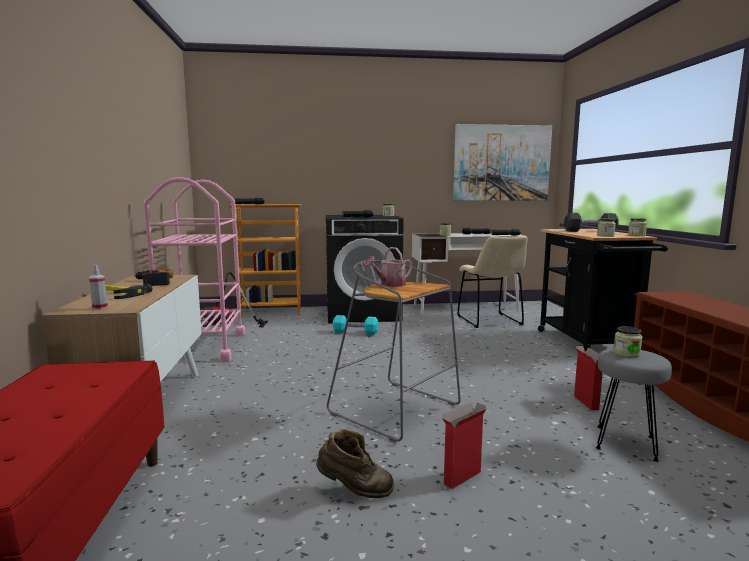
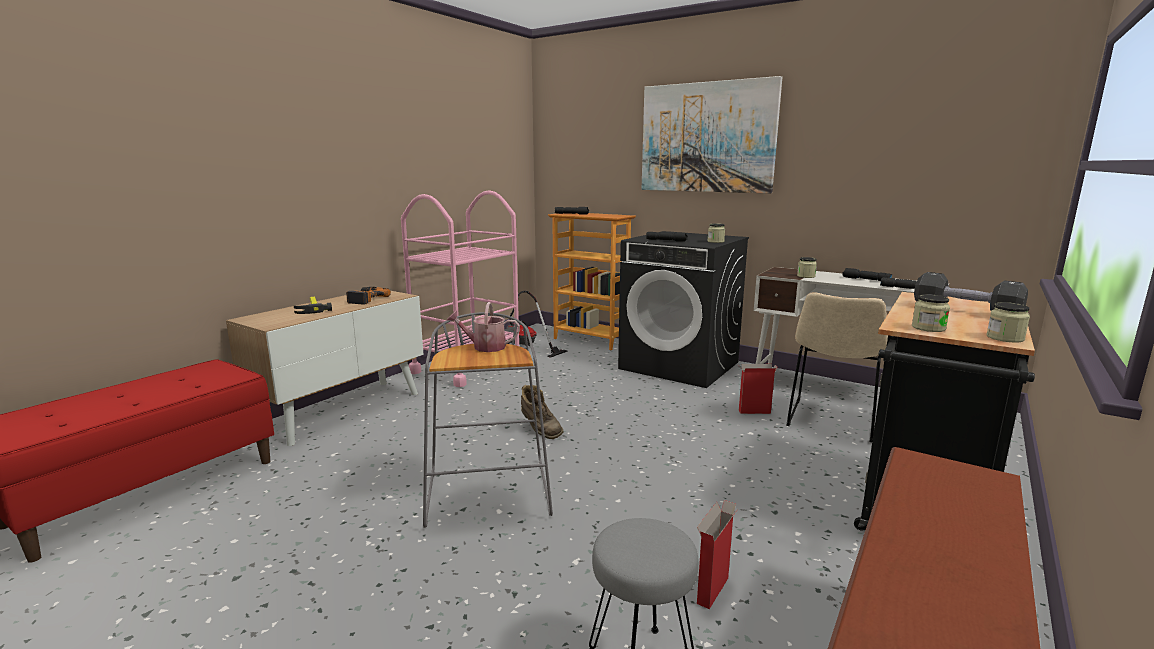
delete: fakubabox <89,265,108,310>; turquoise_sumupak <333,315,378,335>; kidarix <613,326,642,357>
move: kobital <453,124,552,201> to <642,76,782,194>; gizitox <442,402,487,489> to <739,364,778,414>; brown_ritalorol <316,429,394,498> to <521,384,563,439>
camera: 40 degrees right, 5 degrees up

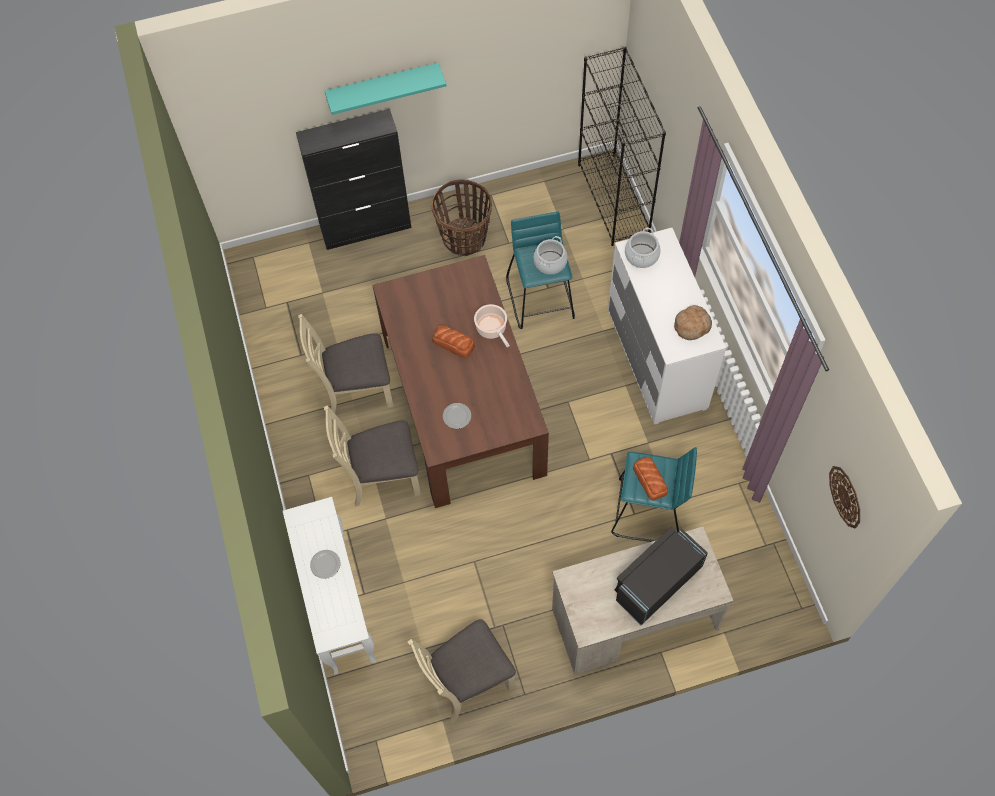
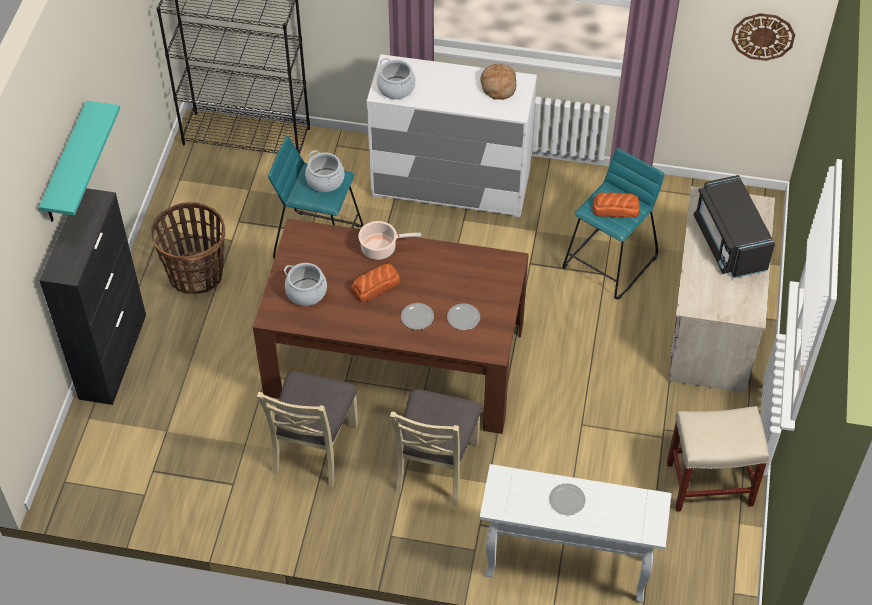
insert: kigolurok <284,263,327,306>; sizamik <401,303,434,330>
replace: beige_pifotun <408,619,516,723> to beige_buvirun <667,406,769,512>
camera: 65 degrees left, 10 degrees down

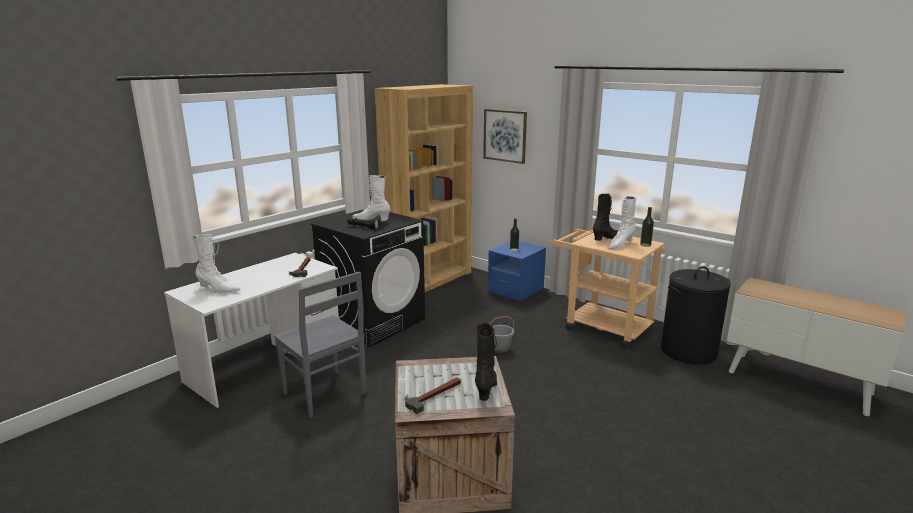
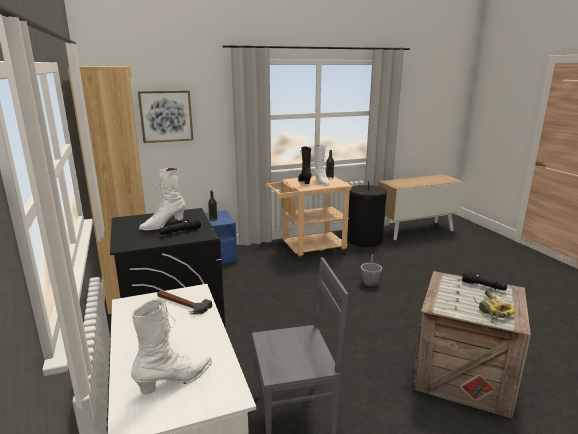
move: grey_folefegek <490,316,514,353> to <361,254,382,287>
replace: black_ritalorol <475,322,497,401> to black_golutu <462,270,507,291>; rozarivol <405,377,461,414> to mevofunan <474,290,516,319>
camera: 60 degrees left, 0 degrees up

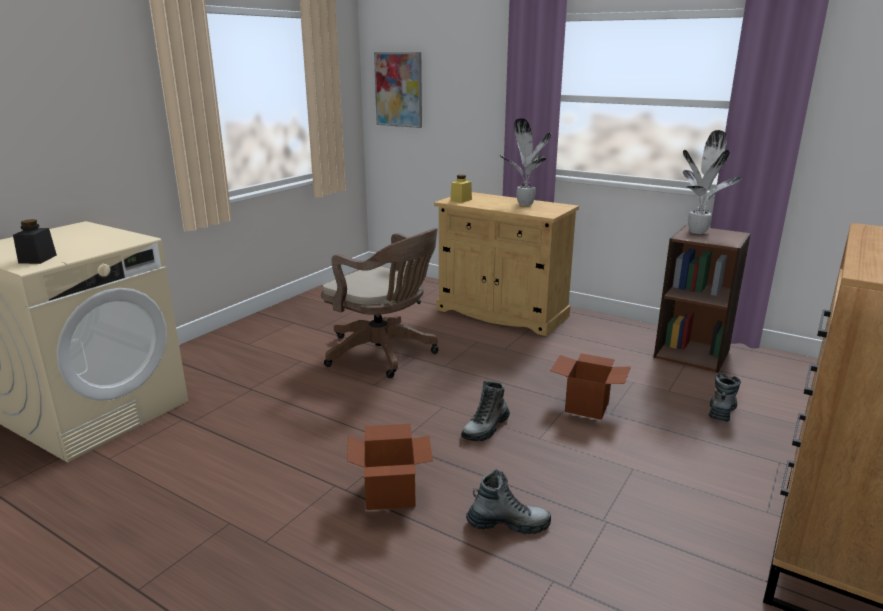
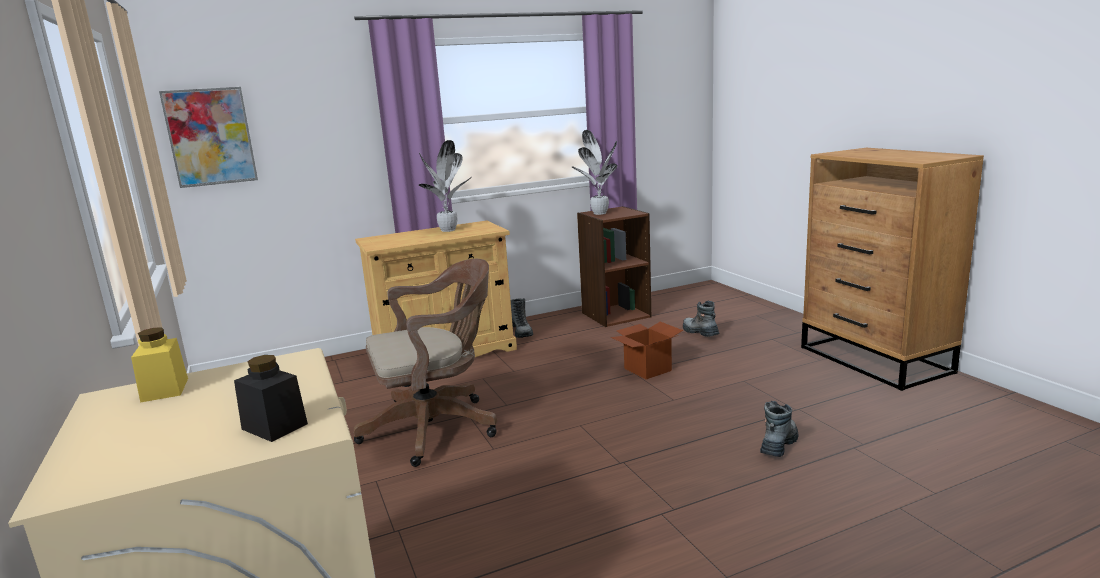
delete: gizitox <347,424,433,510>
move: yellow_kidarix <450,175,472,203> to <131,327,188,403>; ritalorol <461,381,510,441> to <511,298,533,338>
camera: 55 degrees left, 5 degrees down

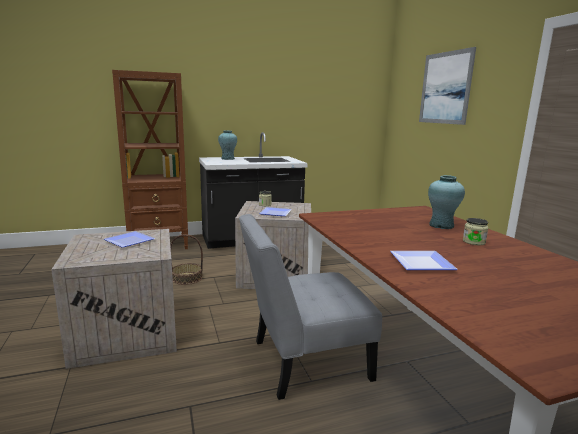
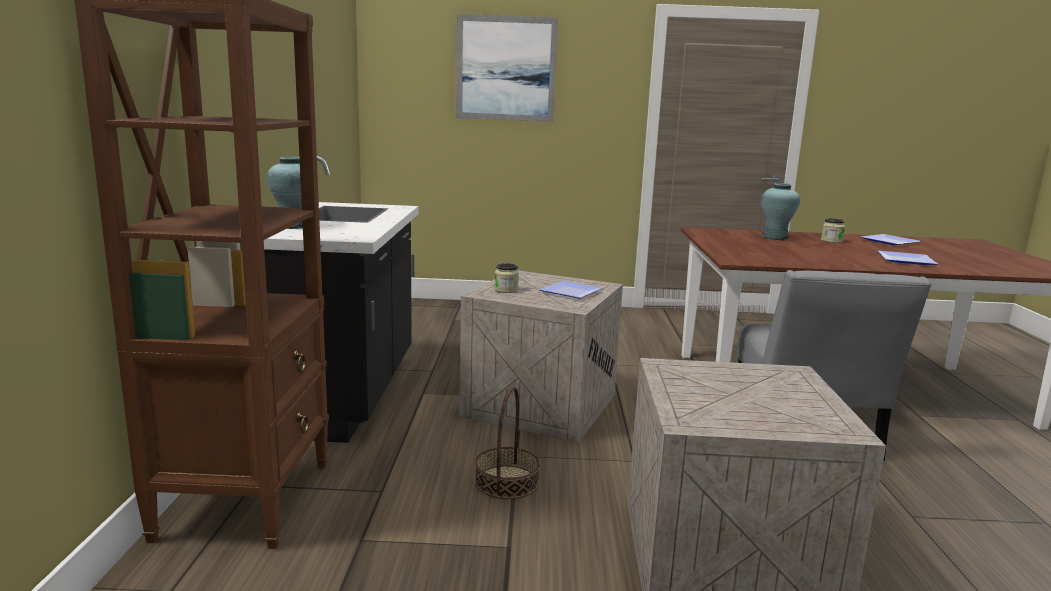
move: sizamik <104,231,155,248> to <861,234,921,245>
camera: 70 degrees left, 0 degrees up

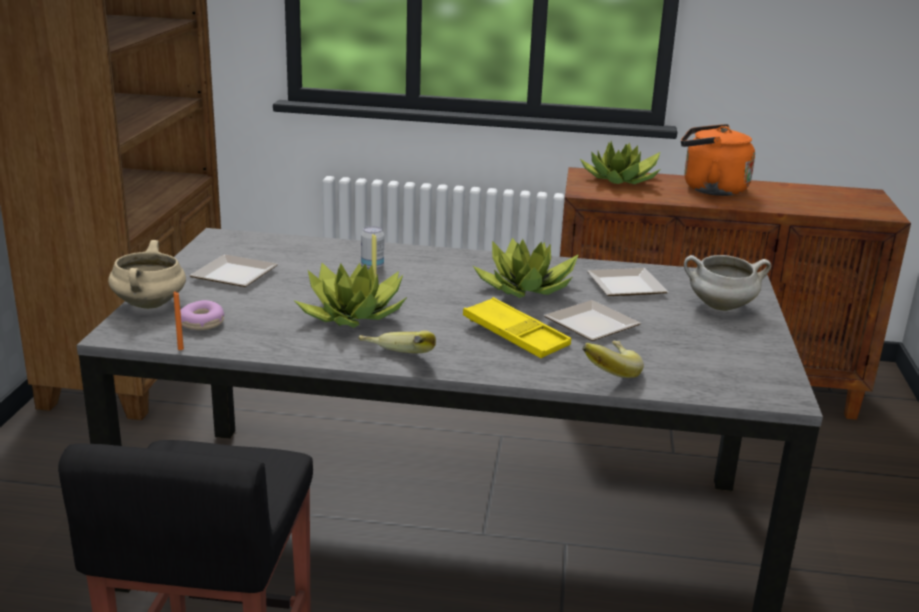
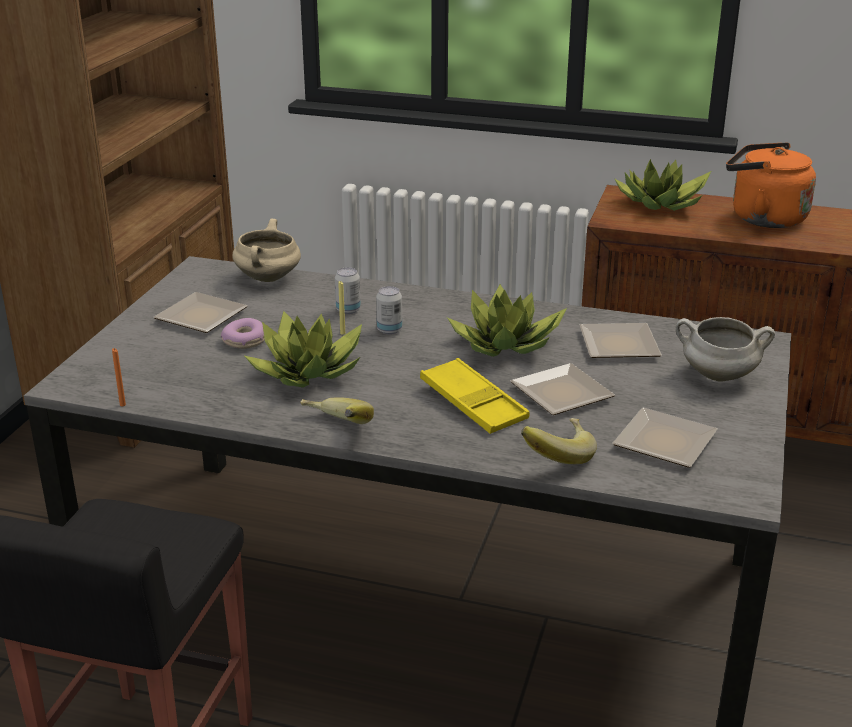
insert: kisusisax <376,286,402,335>; sizamik <612,408,717,468>
move: beige_kigolurok <108,240,186,309> to <232,219,301,282>; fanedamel <180,300,224,330> to <221,318,265,349>
camera: 10 degrees right, 5 degrees up

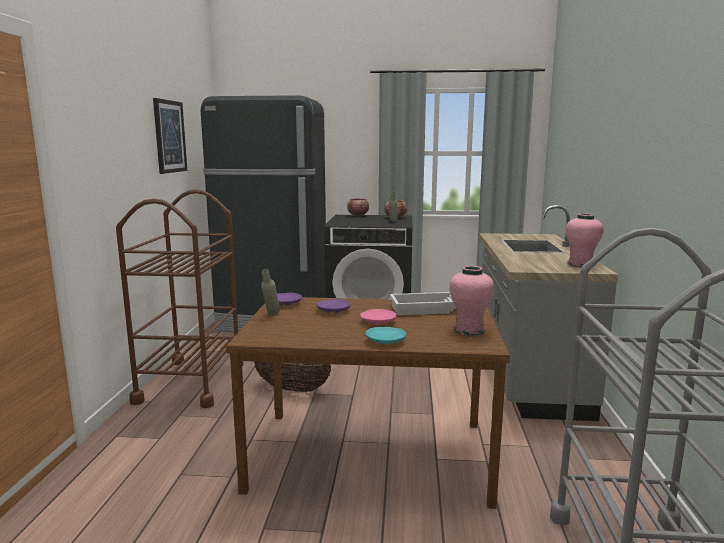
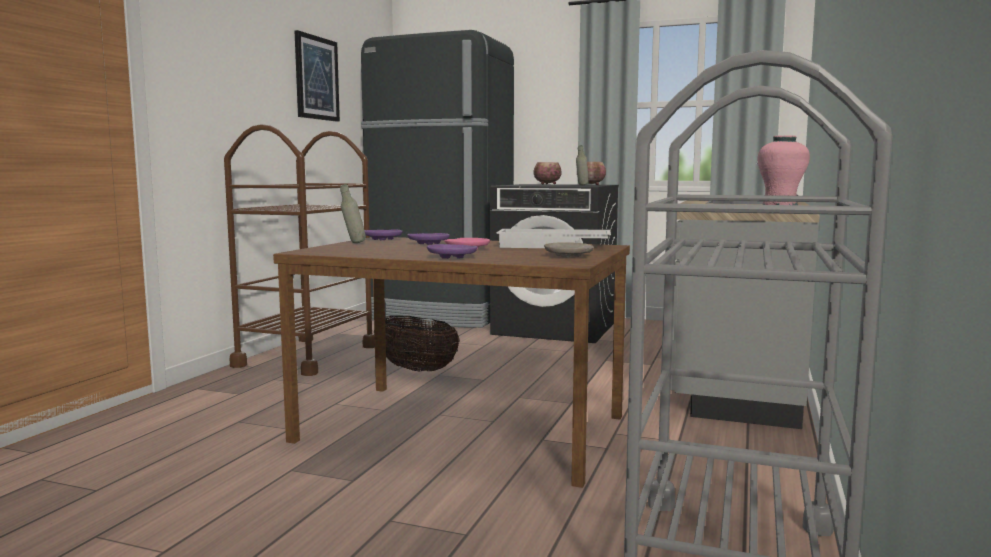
replace: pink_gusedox <449,266,494,336> to beige_sizamik <544,242,594,258>
recolor: turquoise_sizamik <365,327,406,345> to purple_sizamik <427,244,477,259>
camera: 15 degrees right, 5 degrees down

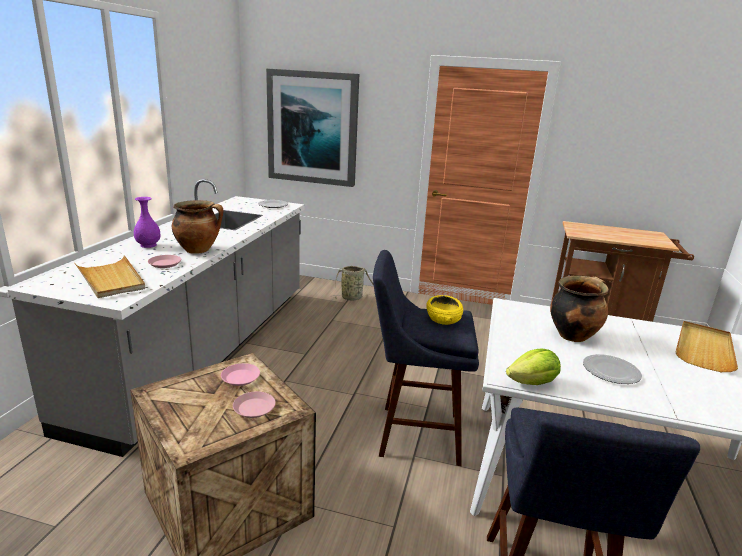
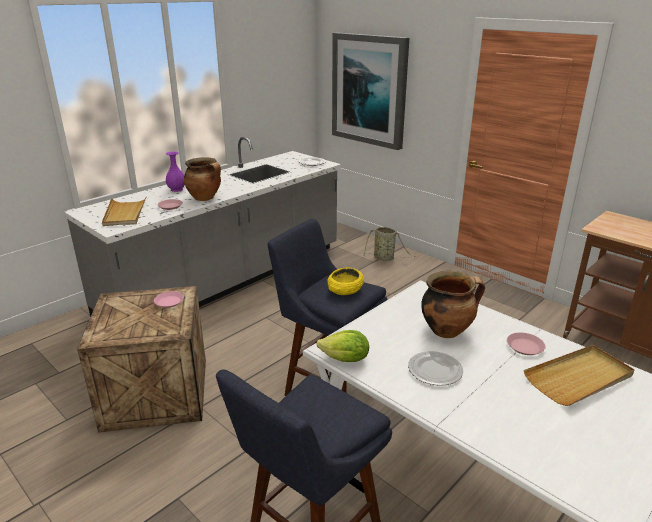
move: pink_sizamik <233,391,276,418> to <507,333,545,355>
camera: 30 degrees right, 5 degrees up

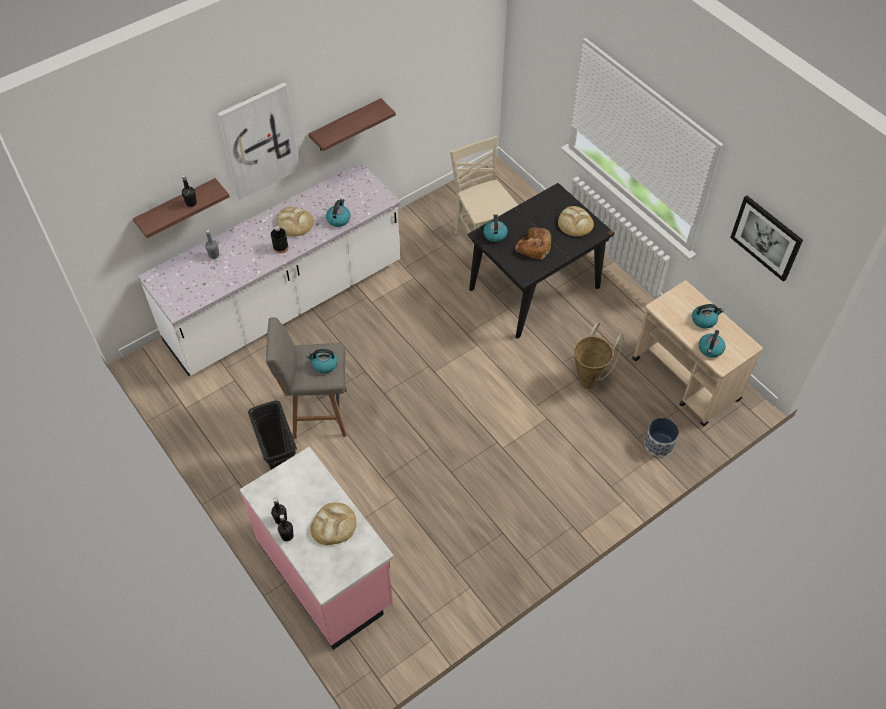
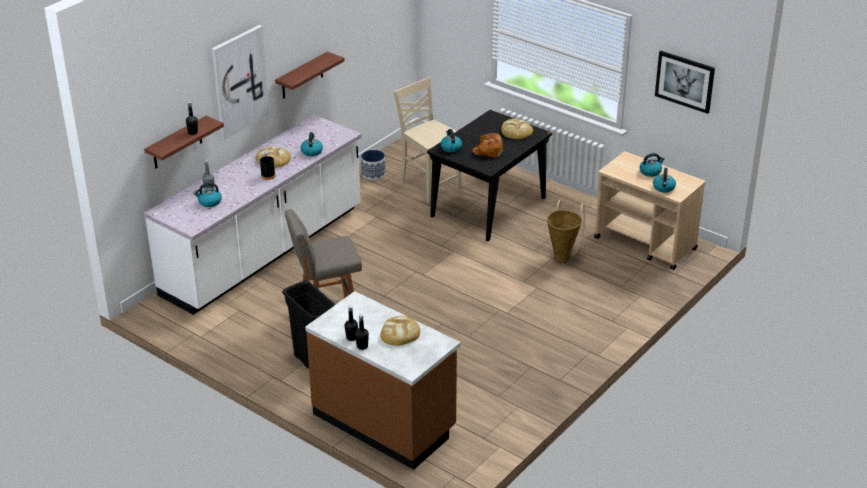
move: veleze <307,349,338,373> to <194,183,222,207>; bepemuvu <644,418,679,457> to <361,150,386,180>
recolor: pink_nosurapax <239,447,394,650> to brown_nosurapax <305,291,461,470>
camera: 15 degrees left, 20 degrees down

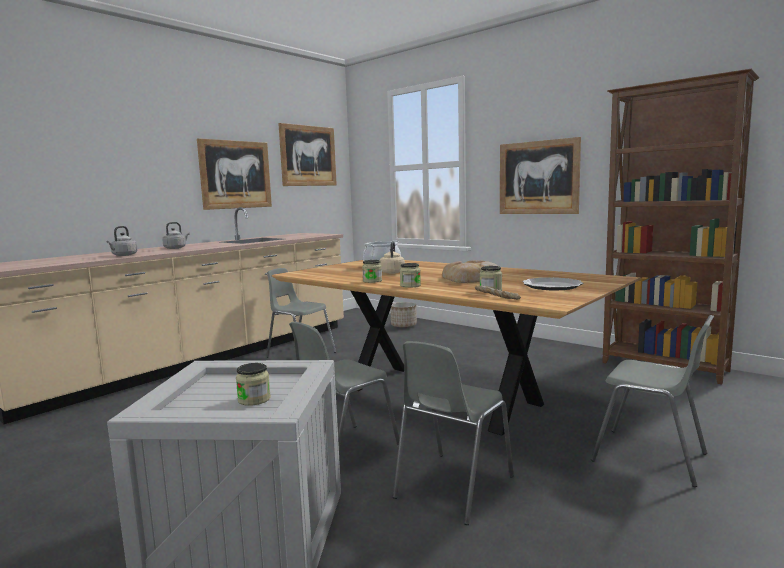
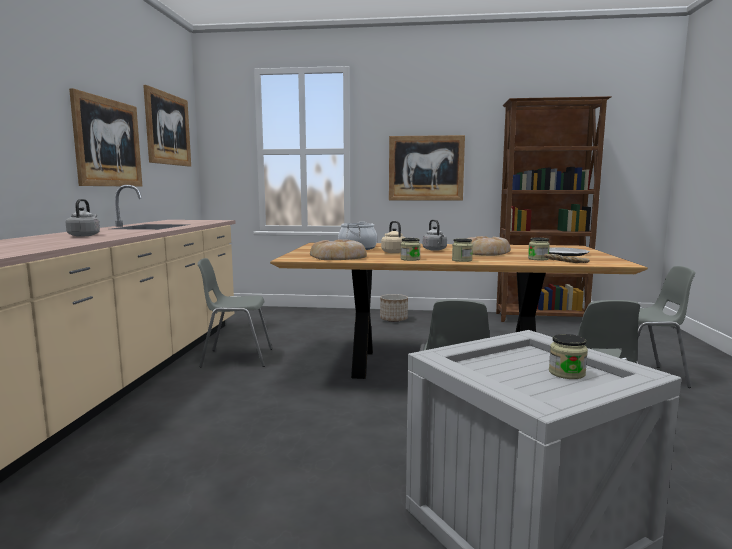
insert: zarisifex <310,239,367,260>
move: grey_veleze <107,226,138,256> to <423,219,447,251>; bepemuvu <391,302,417,328> to <380,294,408,322>
camera: 35 degrees left, 0 degrees up

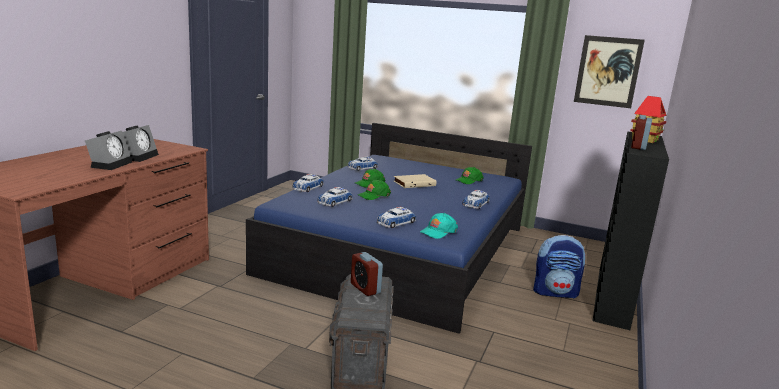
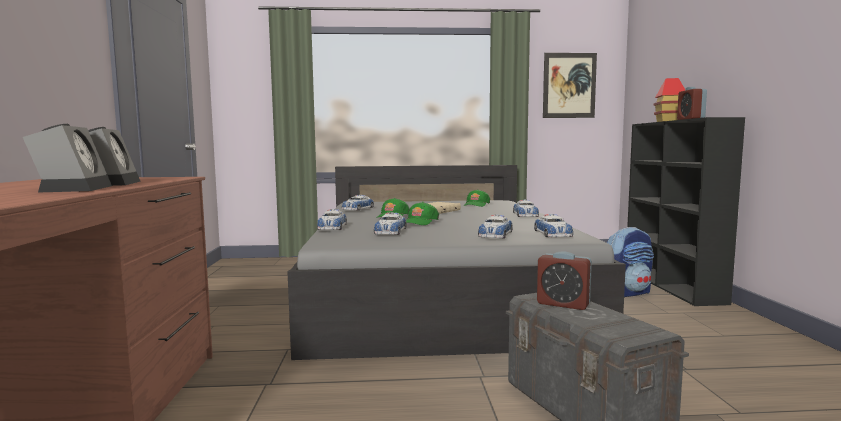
replace: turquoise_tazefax <420,213,458,239> to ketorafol <534,214,573,237>
recolor: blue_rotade <246,123,532,334> to grey_rotade <288,165,626,360>
camera: 25 degrees left, 10 degrees down

